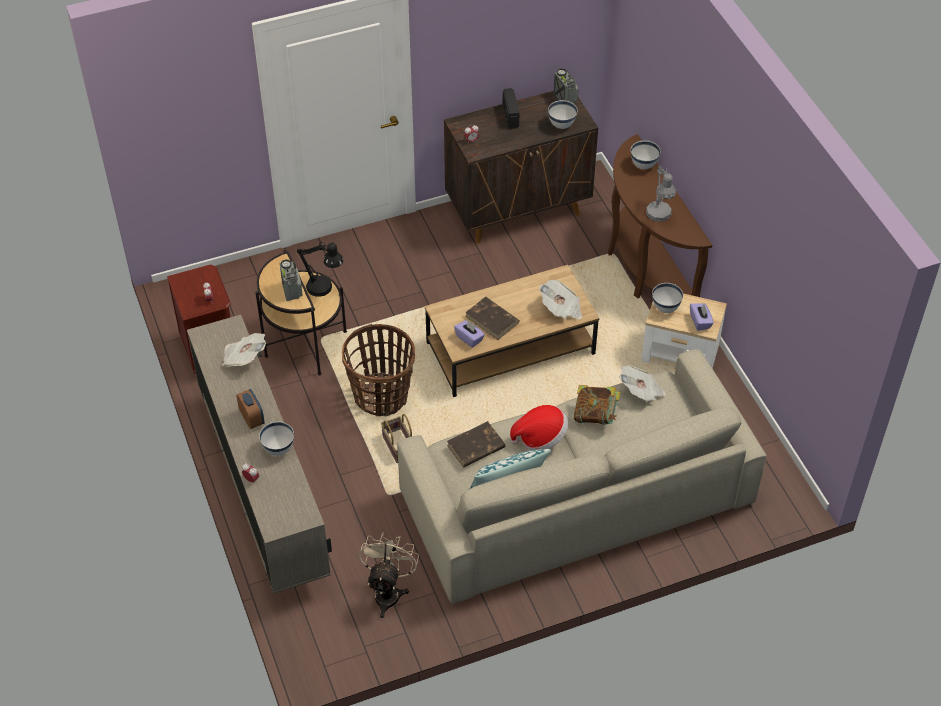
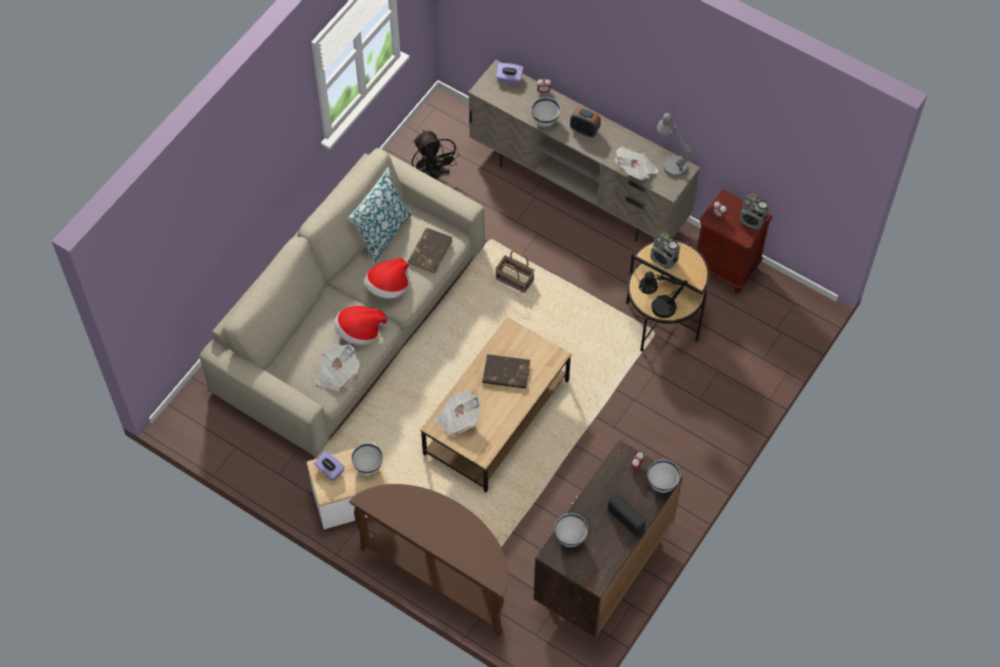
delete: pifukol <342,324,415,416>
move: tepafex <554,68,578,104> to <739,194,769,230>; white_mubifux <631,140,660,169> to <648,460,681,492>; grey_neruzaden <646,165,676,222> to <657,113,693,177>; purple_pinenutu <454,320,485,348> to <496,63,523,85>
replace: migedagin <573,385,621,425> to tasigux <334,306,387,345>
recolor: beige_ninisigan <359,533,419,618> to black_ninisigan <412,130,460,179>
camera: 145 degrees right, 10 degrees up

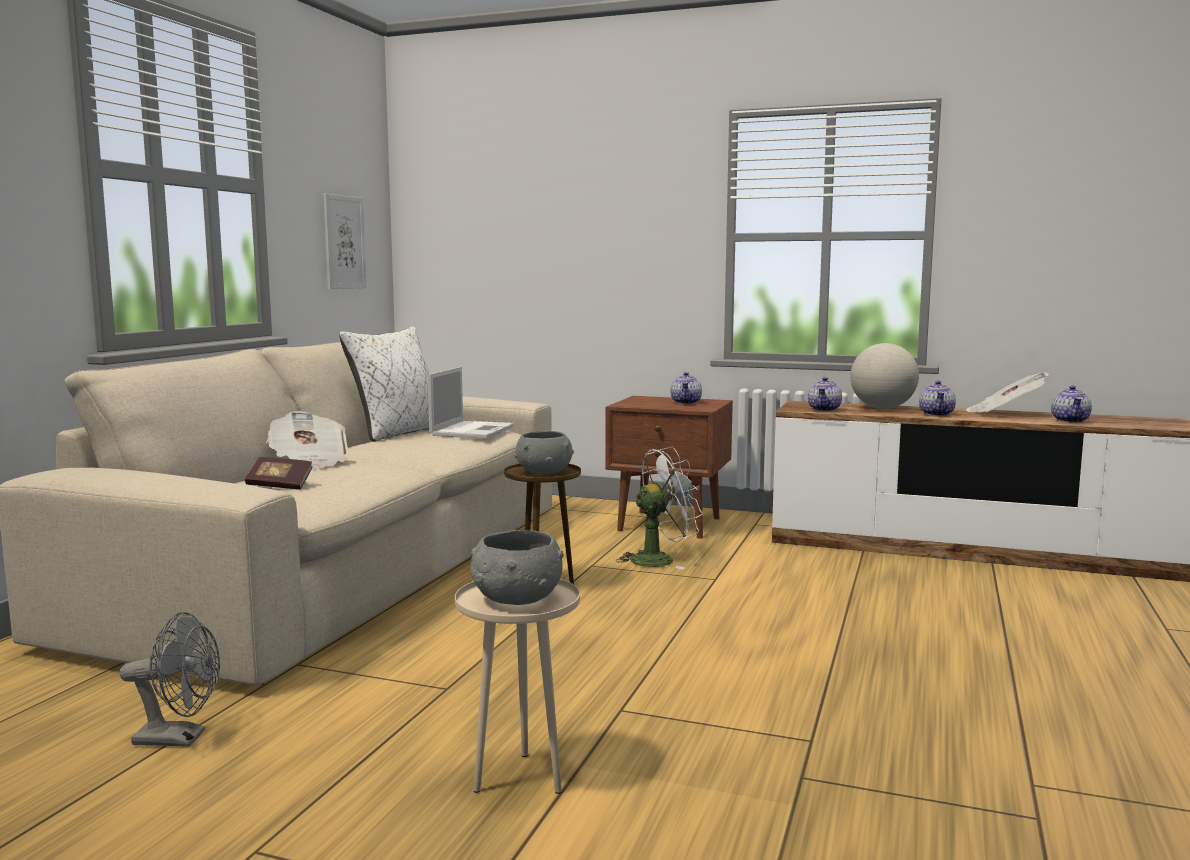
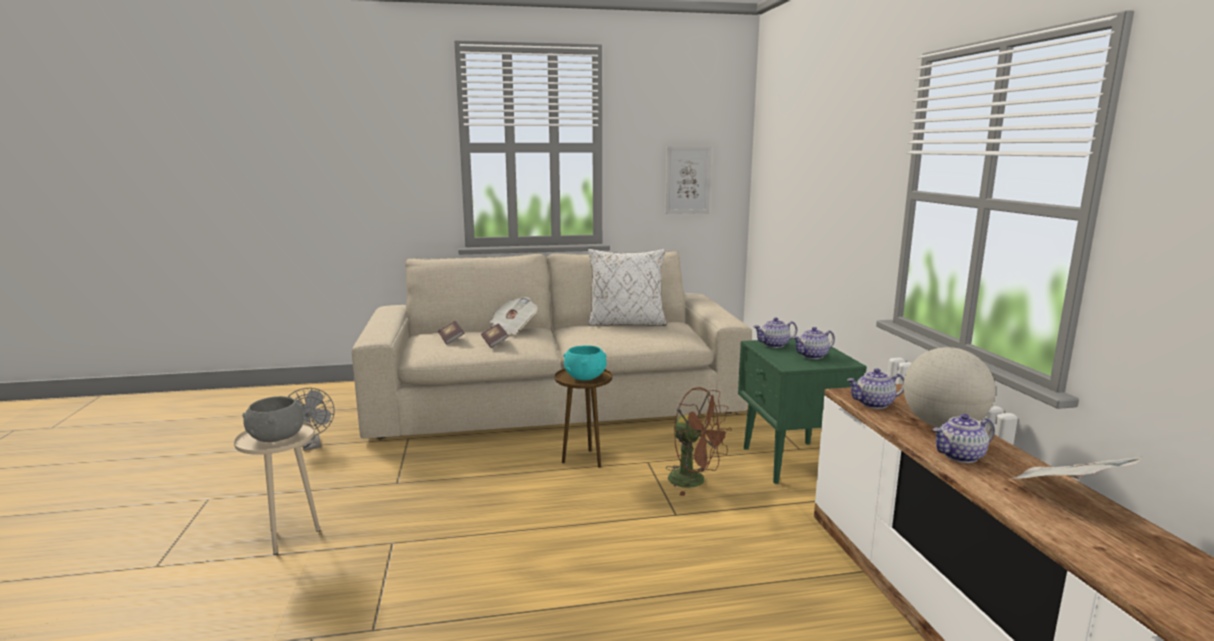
delete: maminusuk <428,367,514,439>
insert: migedagin <481,323,509,348>
move: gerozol <1051,386,1092,423> to <753,317,797,348>
recolor: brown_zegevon <605,396,733,539> to green_zegevon <738,338,867,484>; grey_mubifux <514,431,574,474> to turquoise_mubifux <564,345,607,381>; white_ninisigan <616,446,704,569> to brown_ninisigan <666,387,732,496>
camera: 60 degrees right, 5 degrees up

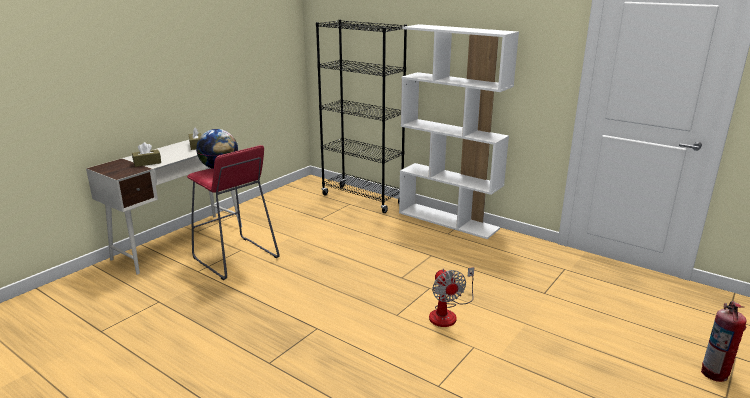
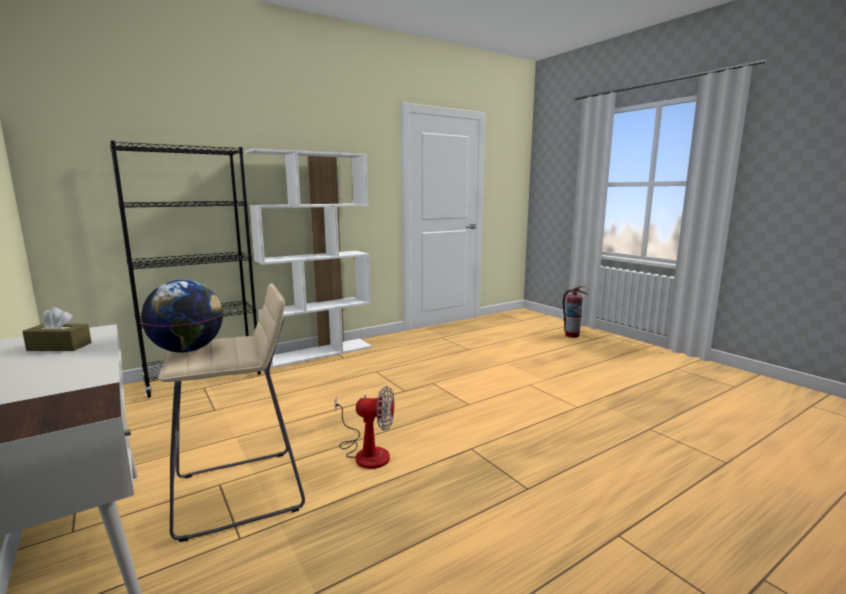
delete: brown_pinenutu <132,142,161,167>
move: ninisigan <429,267,474,327> to <335,386,394,469>
recolor: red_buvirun <187,145,280,280> to beige_buvirun <159,283,305,542>
camera: 70 degrees left, 10 degrees down

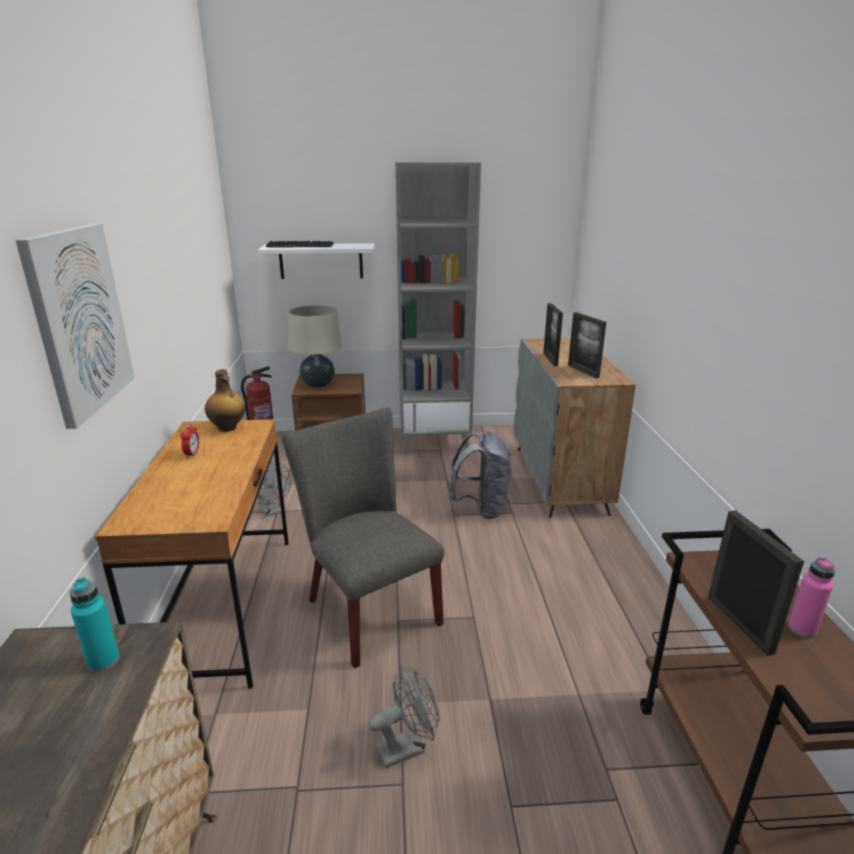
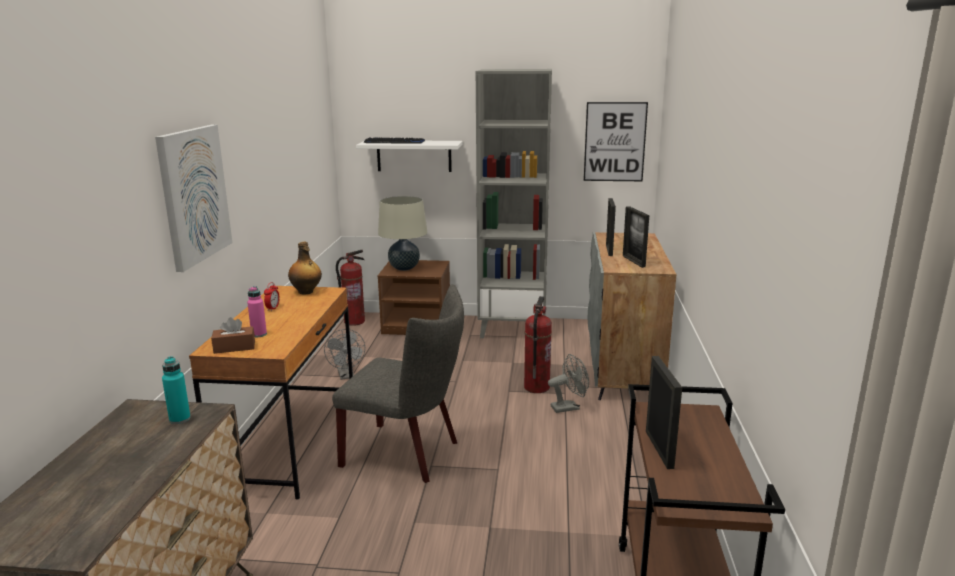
insert: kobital <584,102,648,181>; brown_pinenutu <211,317,255,354>
move: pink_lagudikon <788,557,835,638> to <247,286,267,337>; grey_ninisigan <368,664,440,769> to <548,354,589,413>
replace: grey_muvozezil <450,432,511,519> to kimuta <524,296,552,393>
rotate: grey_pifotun <282,407,444,669> = <332,284,464,483> 135 degrees clockwise
camera: 10 degrees right, 5 degrees down

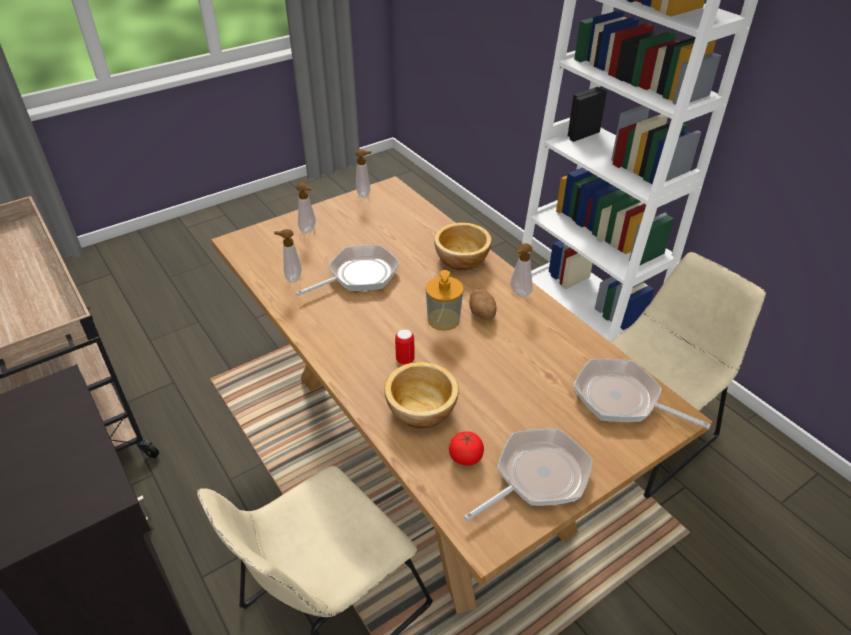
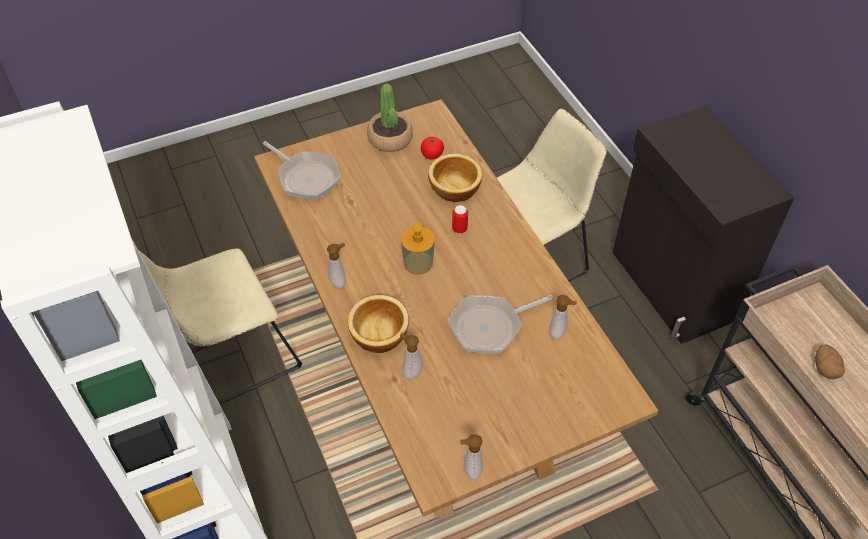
move: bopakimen <296,183,316,233> to <400,333,423,380>; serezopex <469,289,497,320> to <815,344,845,379>
replace: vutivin <464,429,593,521> to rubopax <367,84,413,152>
camera: 170 degrees left, 10 degrees up

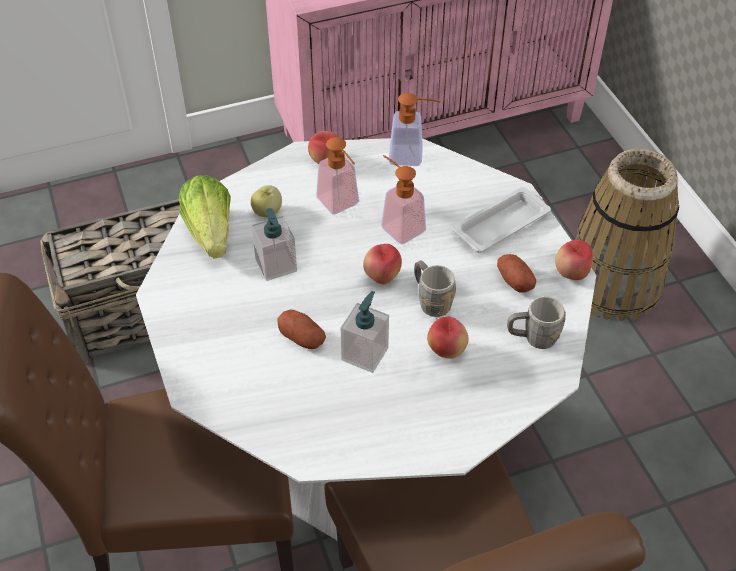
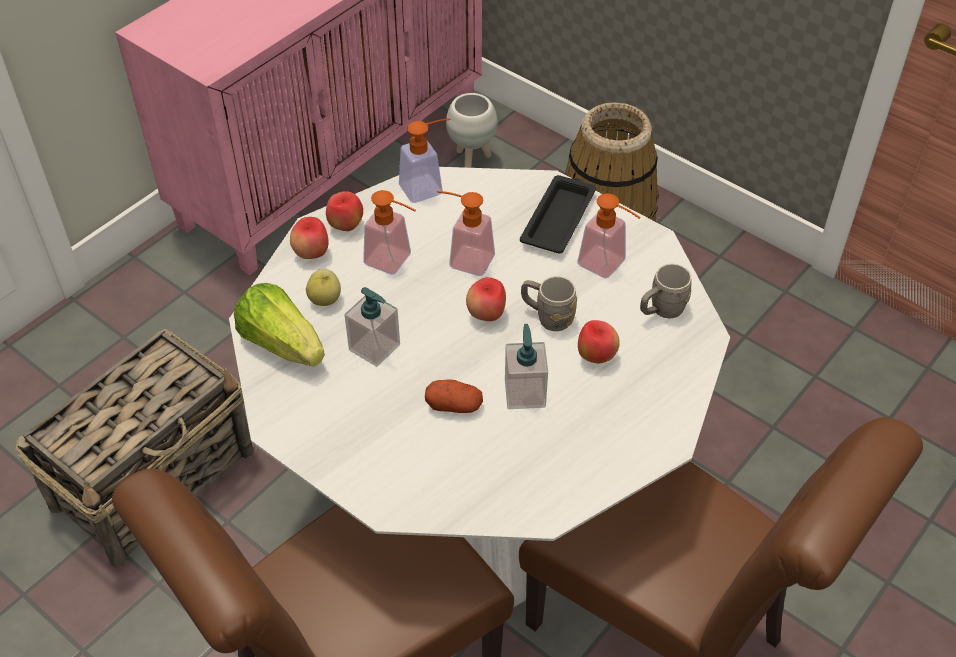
insert: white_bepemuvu <446,93,497,168>
move: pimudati <555,239,593,280> to <290,217,329,259>
replace: serezopex <497,254,536,293> to bopakimen <577,193,641,279>
recolor: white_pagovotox <452,187,551,253> to black_pagovotox <520,175,596,254>
camera: 30 degrees left, 0 degrees up

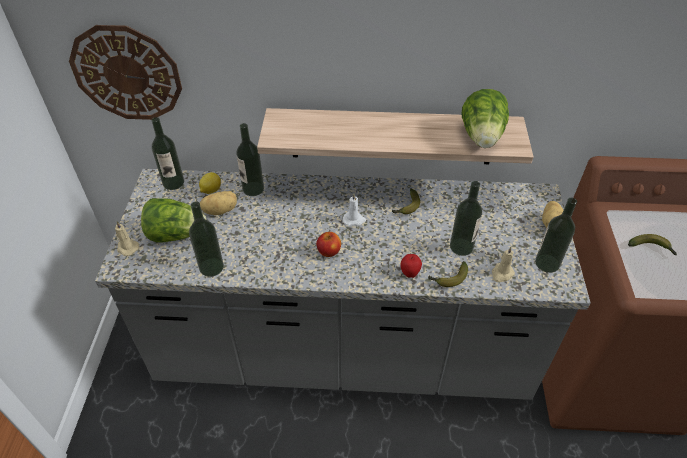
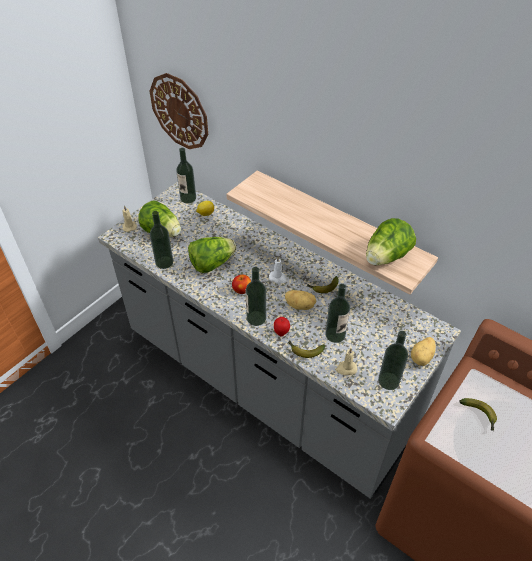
insert: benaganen <188,237,236,273>
move: lagudikon <236,123,264,196> to <246,267,266,326>; serezopex <200,191,237,215> to <285,290,316,310>
camera: 35 degrees right, 0 degrees up

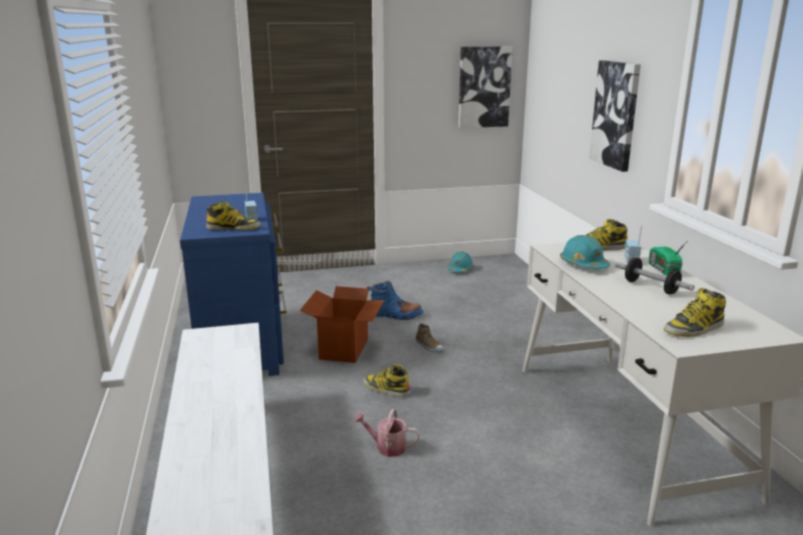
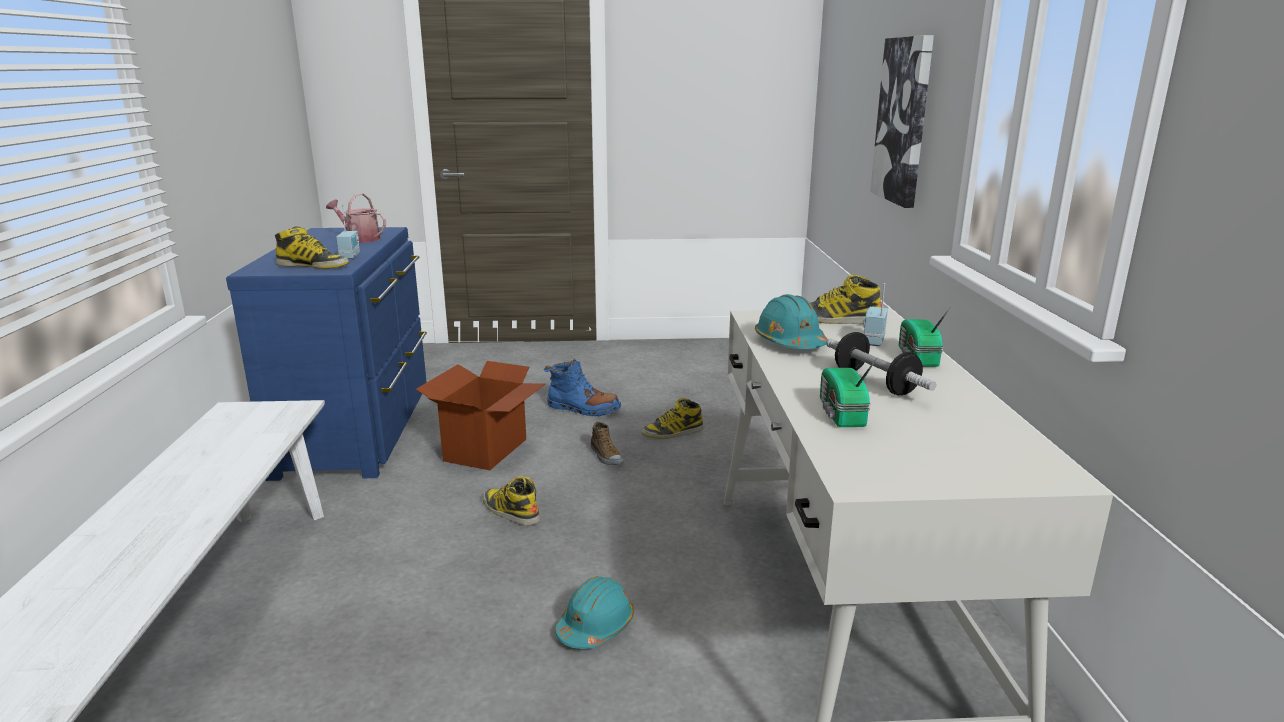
delete: kobital <458,46,513,128>
insert: tepafex <820,357,878,427>
move: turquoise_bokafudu <448,251,474,272> to <555,576,634,649>; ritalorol <664,288,726,337> to <641,398,703,439>; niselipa <354,409,420,457> to <326,193,386,243>
camera: 10 degrees right, 0 degrees up

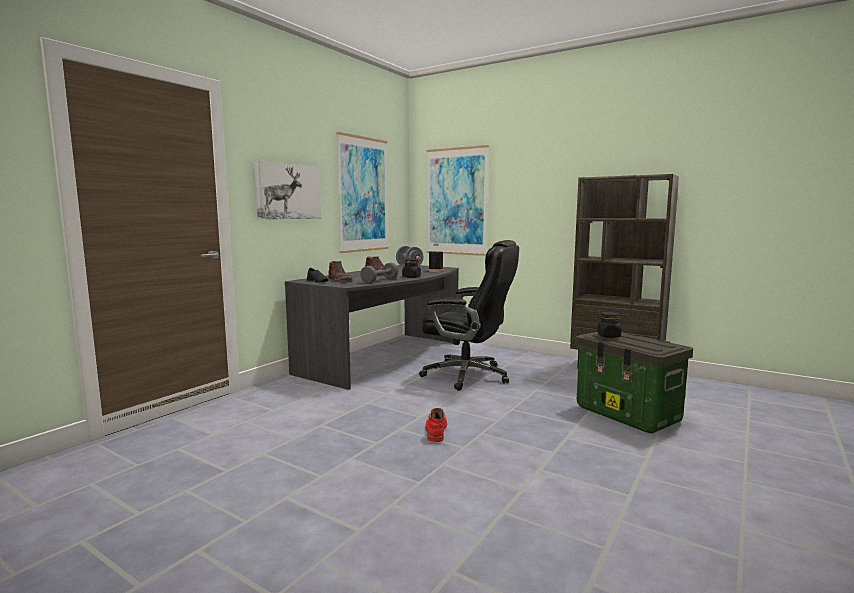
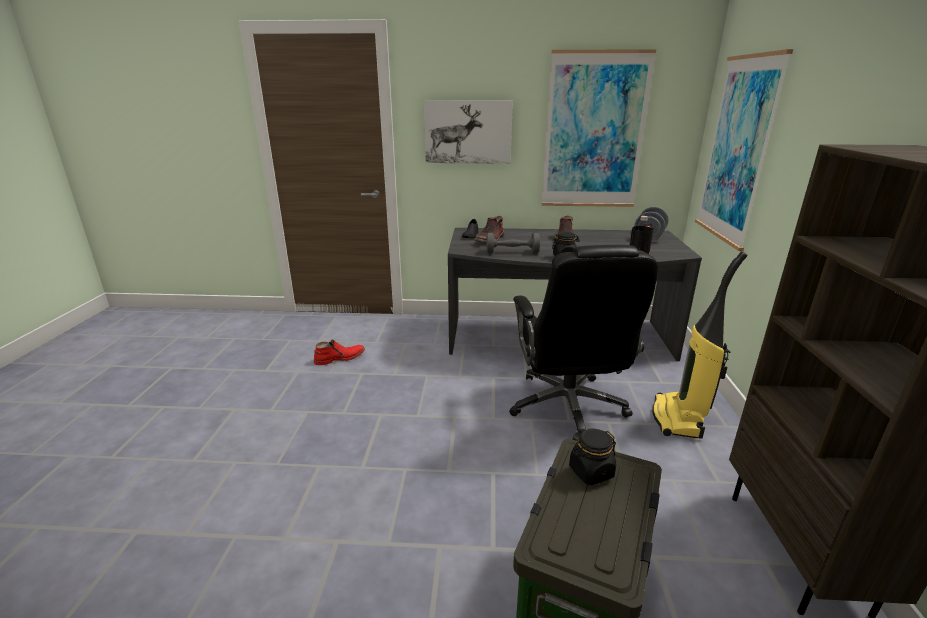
insert: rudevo <653,251,748,438>
move: red_ritalorol <425,408,447,442> to <314,340,365,365>
camera: 60 degrees right, 15 degrees up

